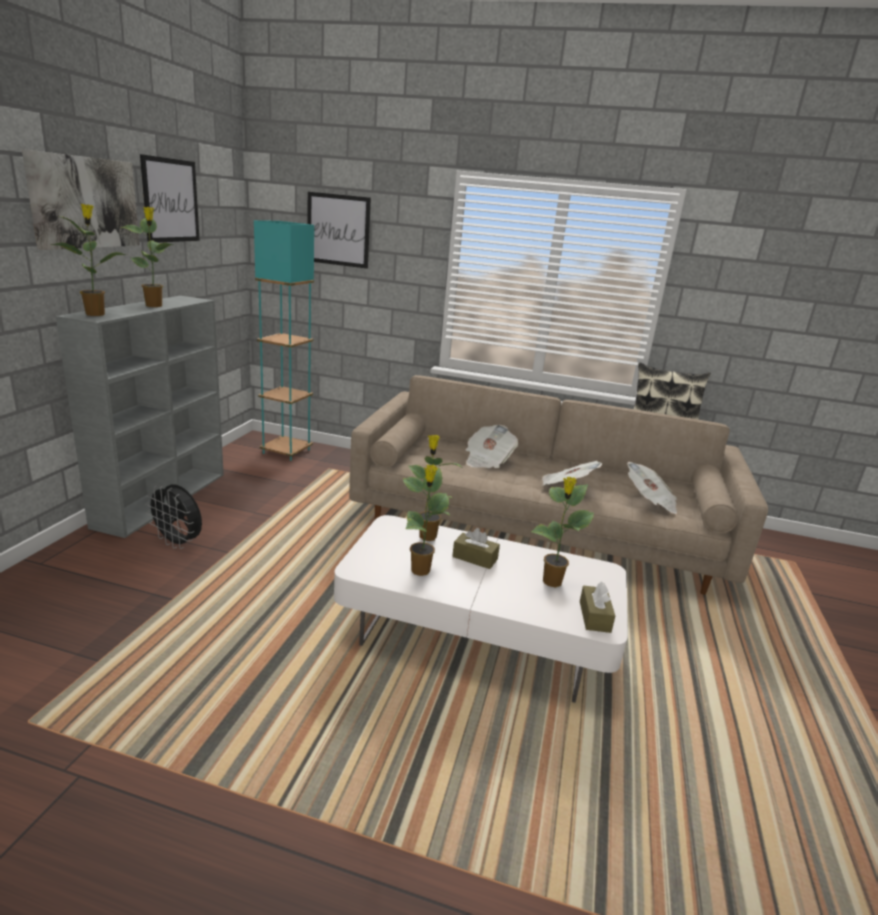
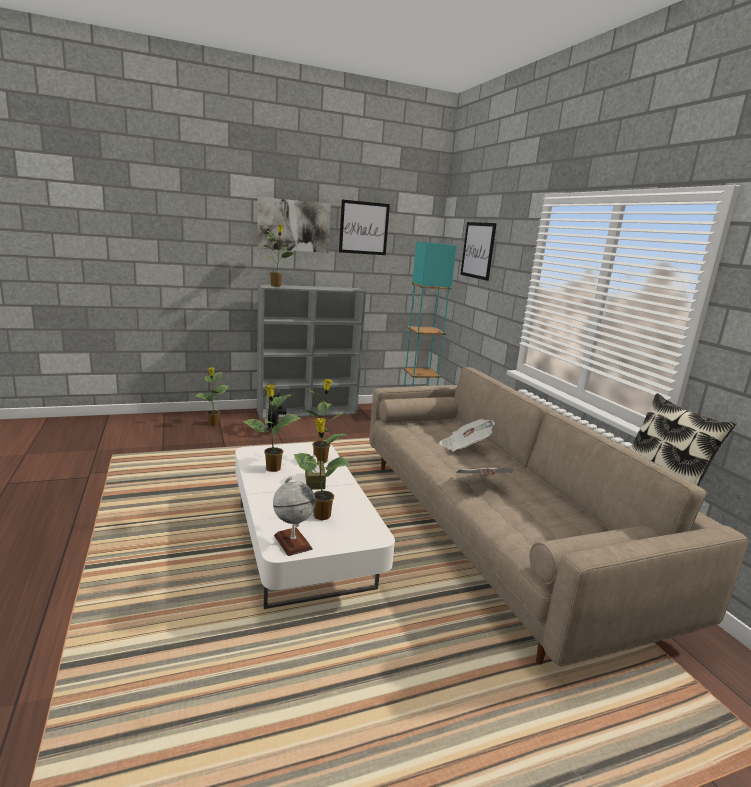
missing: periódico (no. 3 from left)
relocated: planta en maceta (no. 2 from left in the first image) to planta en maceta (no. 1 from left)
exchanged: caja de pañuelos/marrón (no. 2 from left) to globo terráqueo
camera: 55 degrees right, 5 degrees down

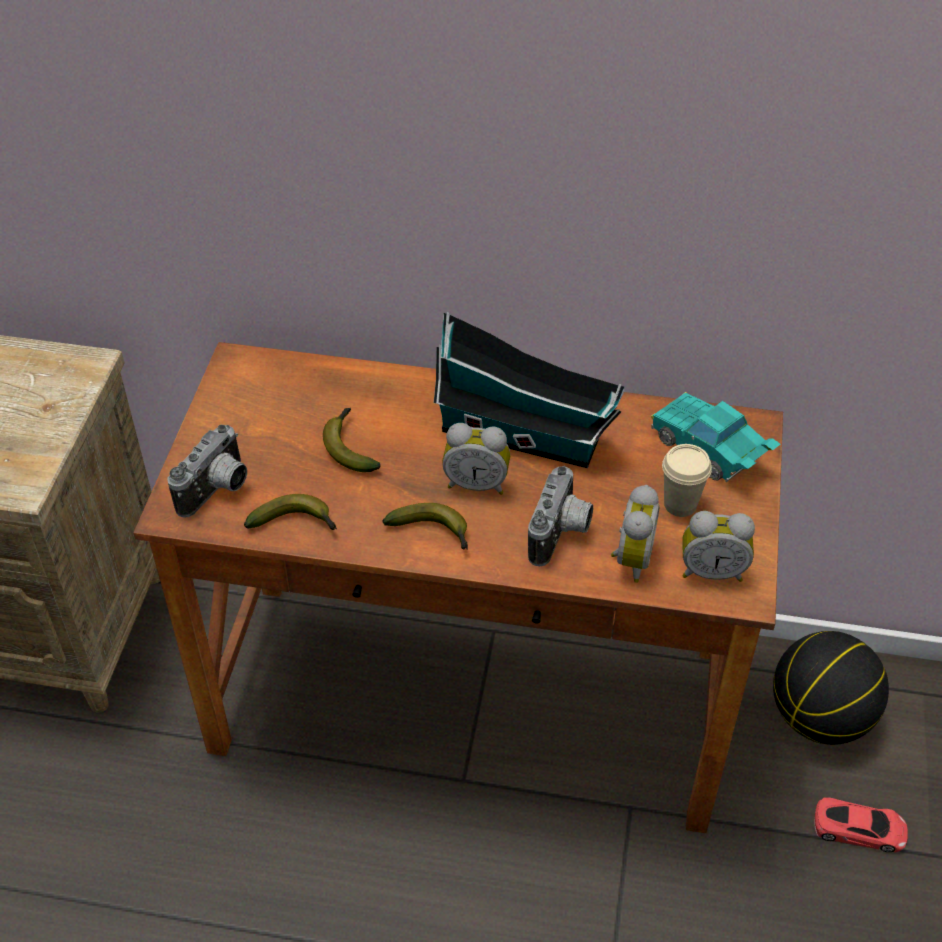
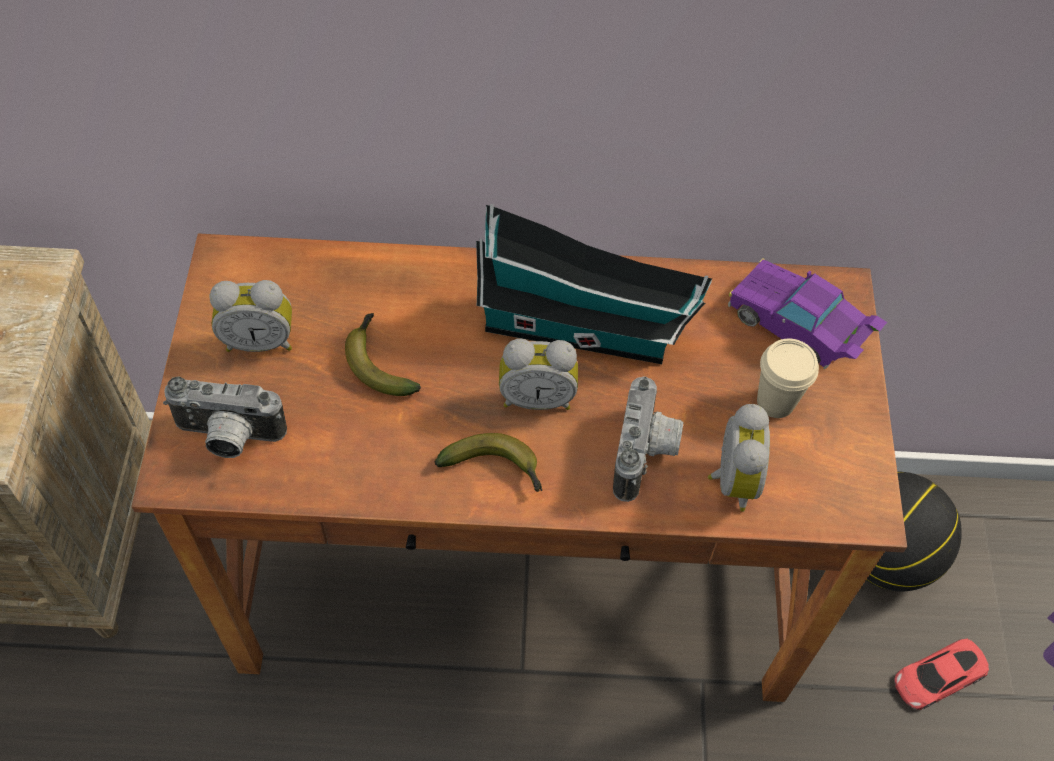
missing: plátano (no. 1 from left)
relocated: despertador (no. 3 from left in the first image) to despertador (no. 1 from left)
colour: coche de juguete/turquesa to coche de juguete/morado
spun: cámara (no. 1 from left) 75 degrees clockwise; coche de juguete/rojo 150 degrees clockwise
camera: 10 degrees left, 10 degrees up

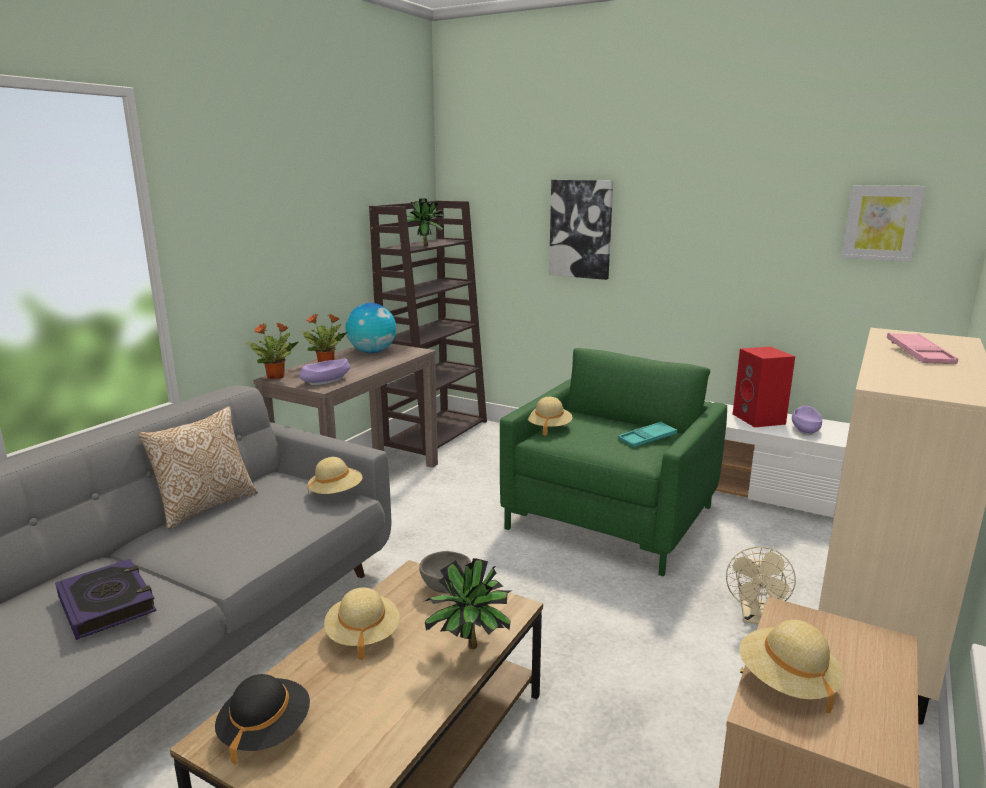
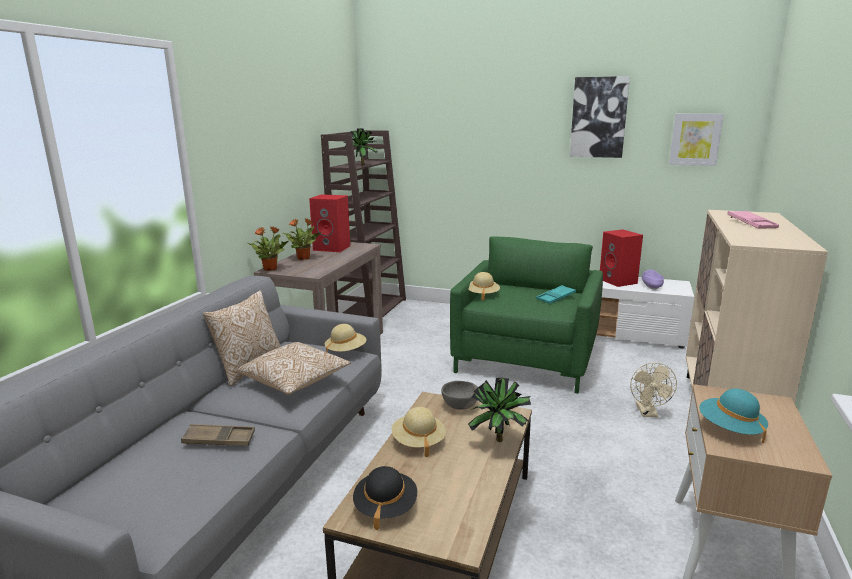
missing: cuenco/morado (no. 1 from left)
appeared: cojín (no. 2 from left)
relocated: cuadro (no. 1 from left)
exchanged: libro to bandeja/marrón; globo terráqueo to altavoz/rojo (no. 1 from left)
colour: sombrero/beis (no. 4 from left) to sombrero/turquesa
camera: 10 degrees left, 0 degrees up

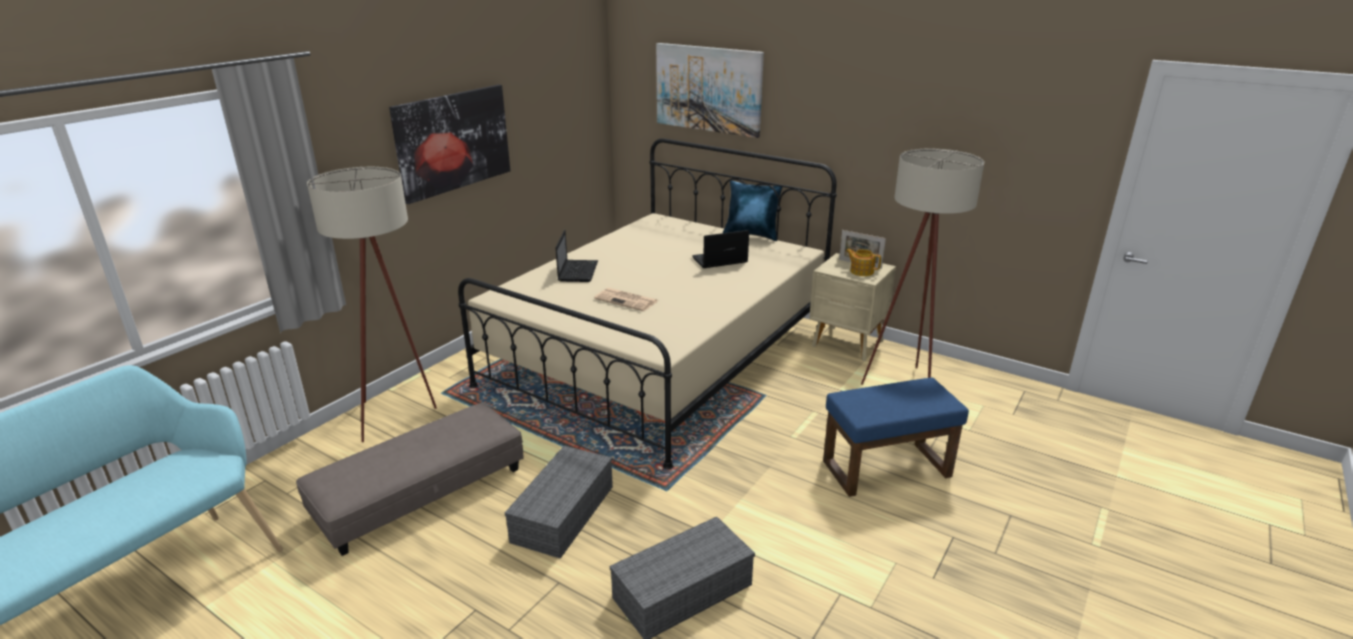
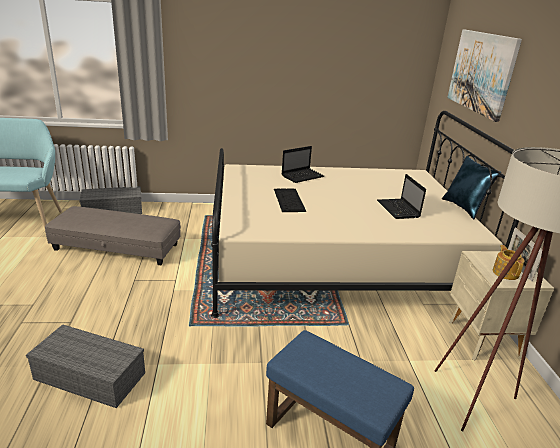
missing: lámpara de pie/beis (no. 1 from left); cuadro (no. 1 from left)
relocated: caja de almacenaje/gris (no. 1 from left in the first image) to caja de almacenaje/gris (no. 2 from left)
exchanged: periódico to teclado
spun: portátil (no. 2 from left) 135 degrees counterclockwise
camera: 50 degrees right, 0 degrees up

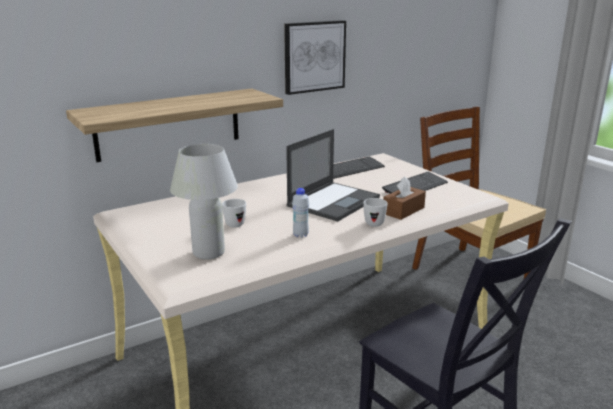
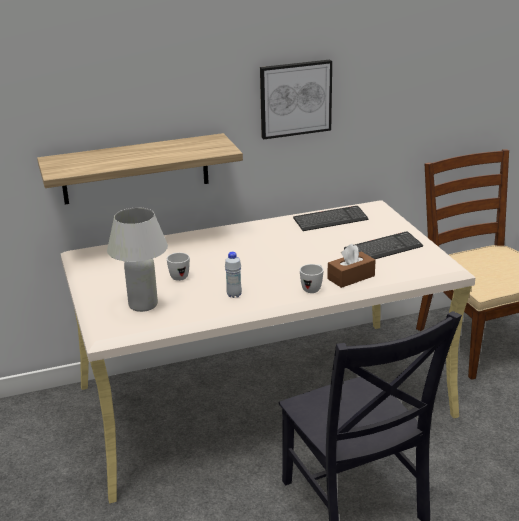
missing: portátil
camera: 15 degrees right, 5 degrees up

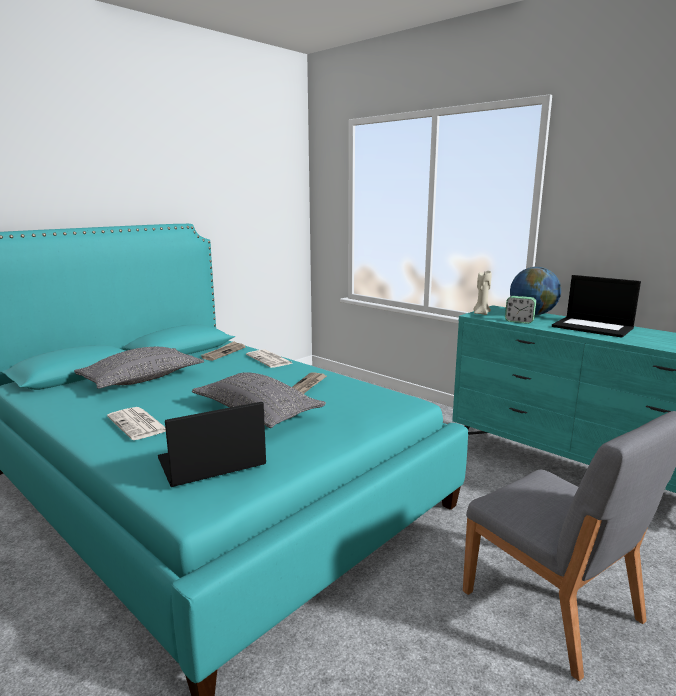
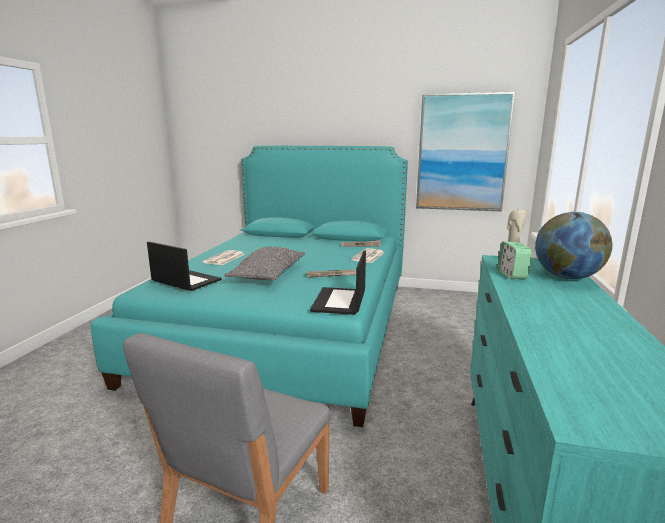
missing: cojín/gris (no. 1 from left)
appeared: cuadro
relocated: portátil (no. 2 from left)
camera: 60 degrees right, 0 degrees up

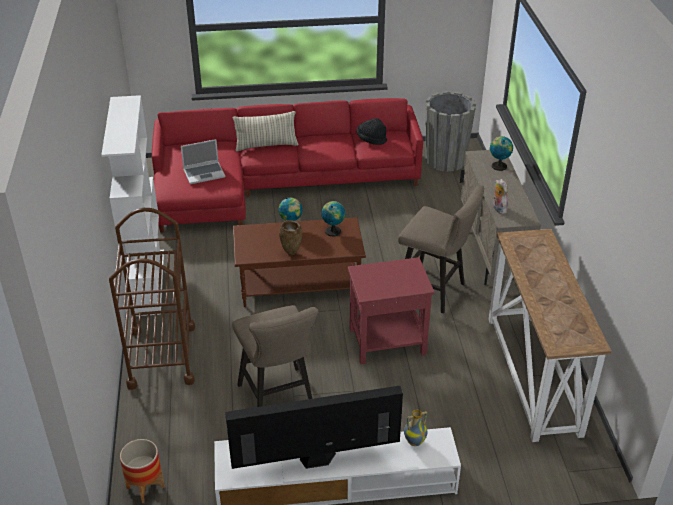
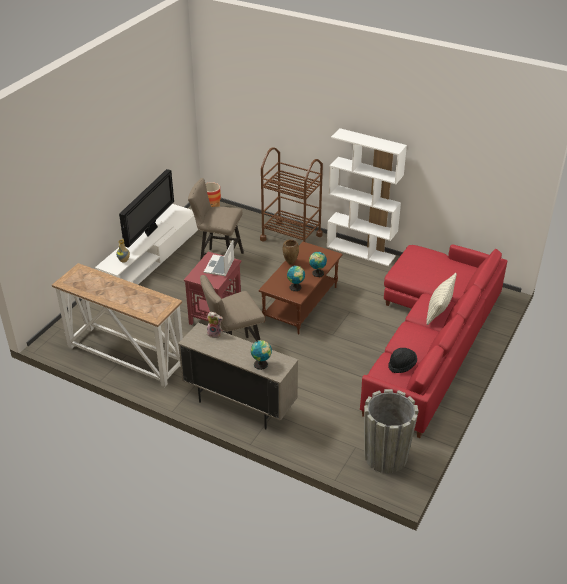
relocated: portátil
camera: 125 degrees right, 0 degrees up

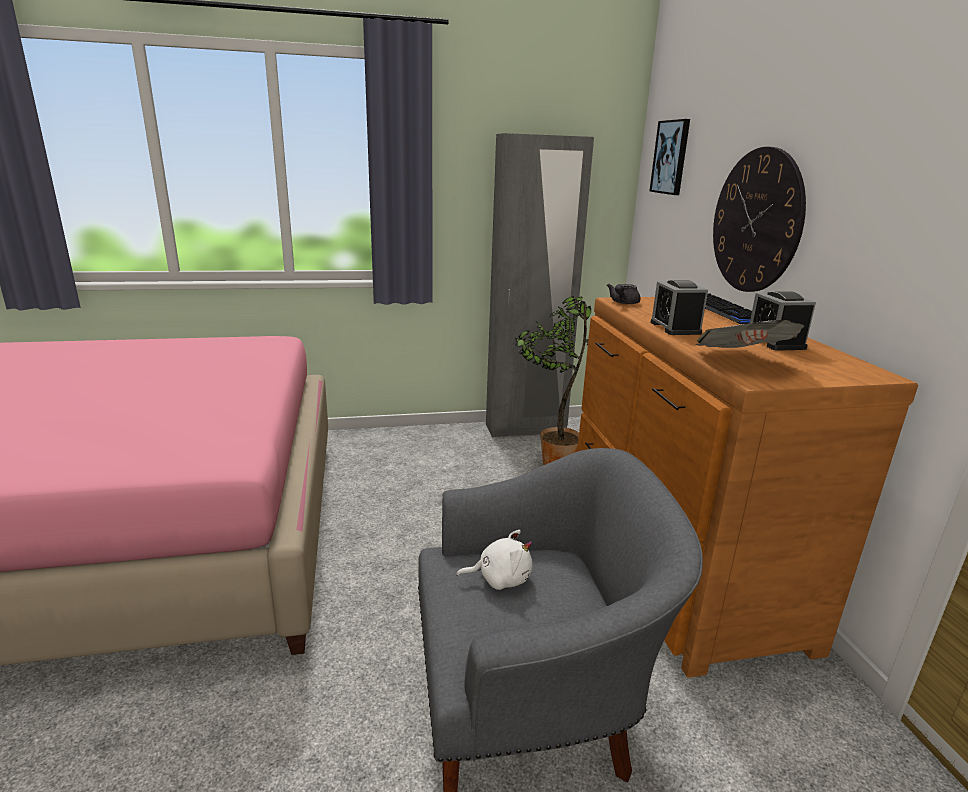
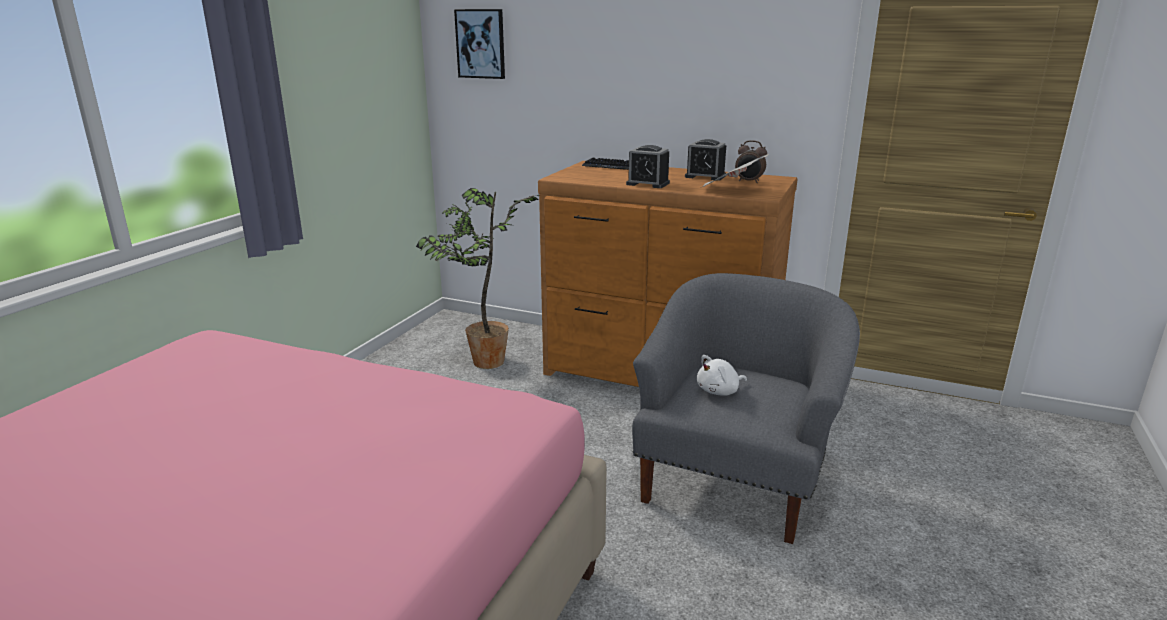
missing: armario ropero/gris; tetera/gris; reloj de pared
appeared: despertador (no. 3 from left)
spun: peluche/blanco 150 degrees counterclockwise
camera: 55 degrees left, 0 degrees up

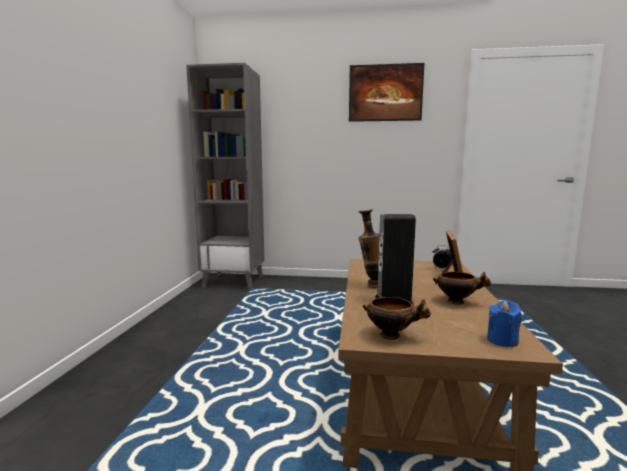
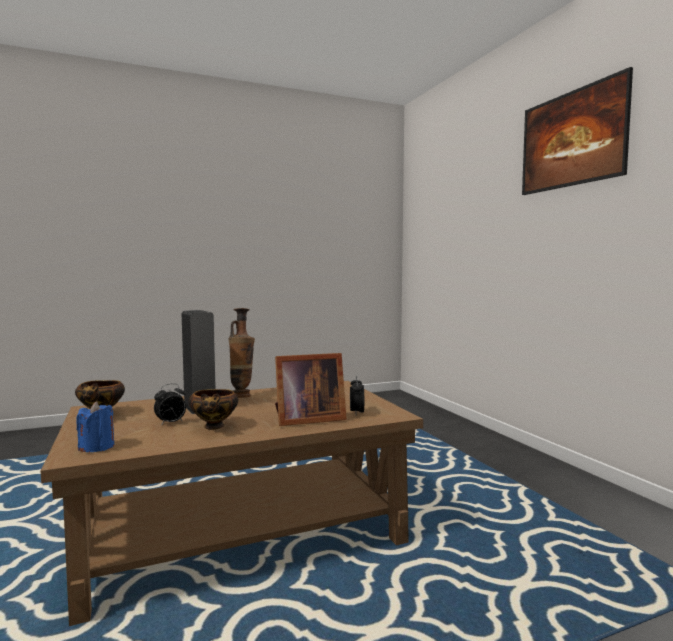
missing: estantería/gris
appeared: despertador (no. 1 from left)
camera: 60 degrees right, 5 degrees down

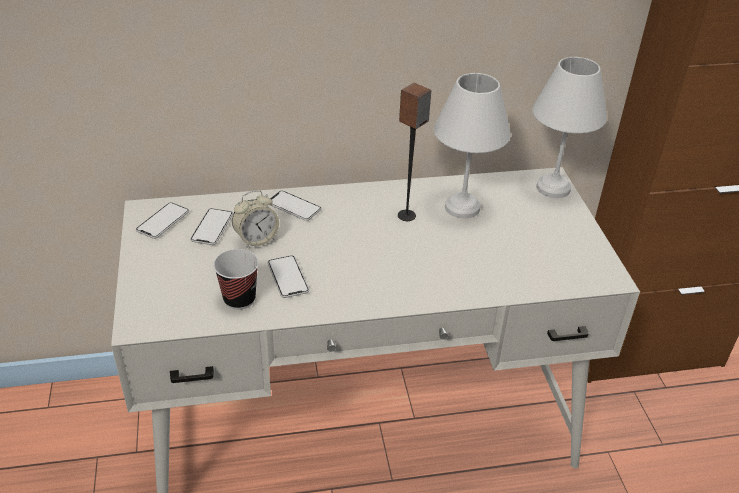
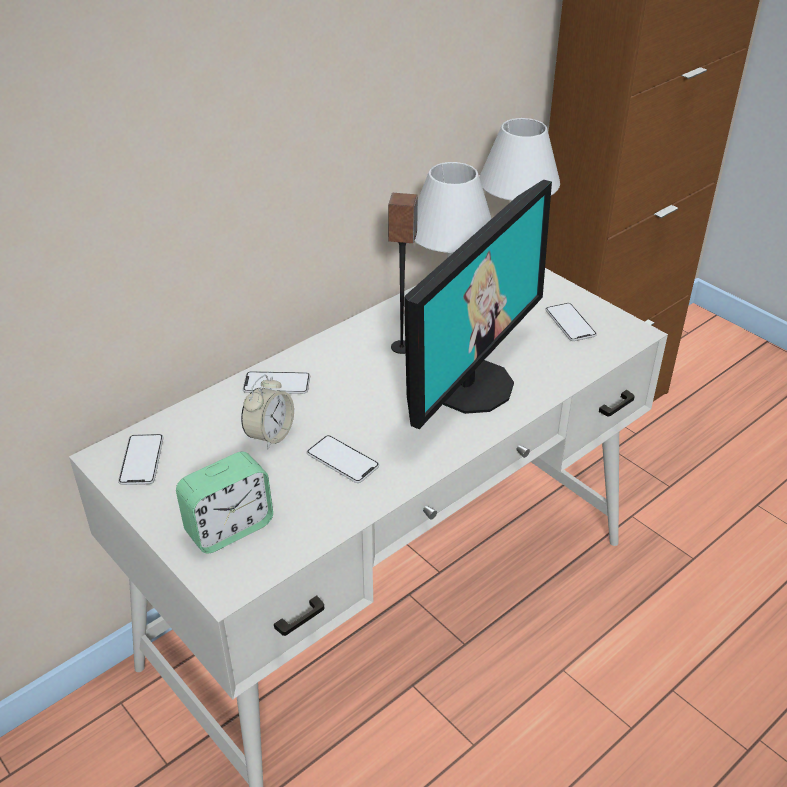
missing: taza
appeared: despertador (no. 1 from left); monitor
relocated: móvil (no. 2 from left in the first image) to móvil (no. 4 from left)
camera: 30 degrees left, 0 degrees up

